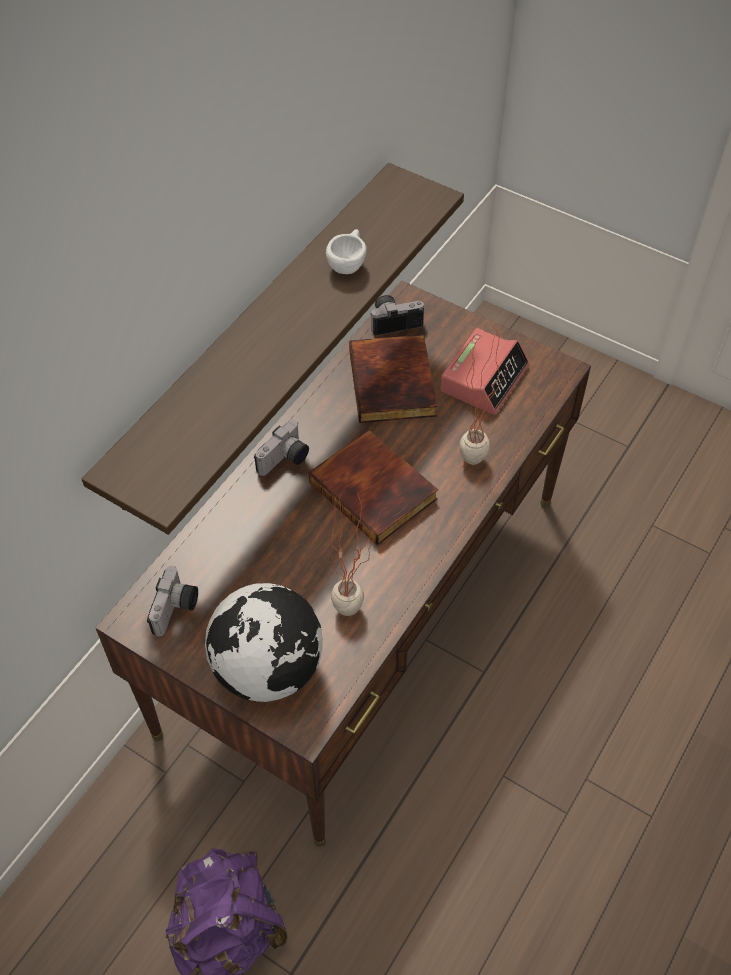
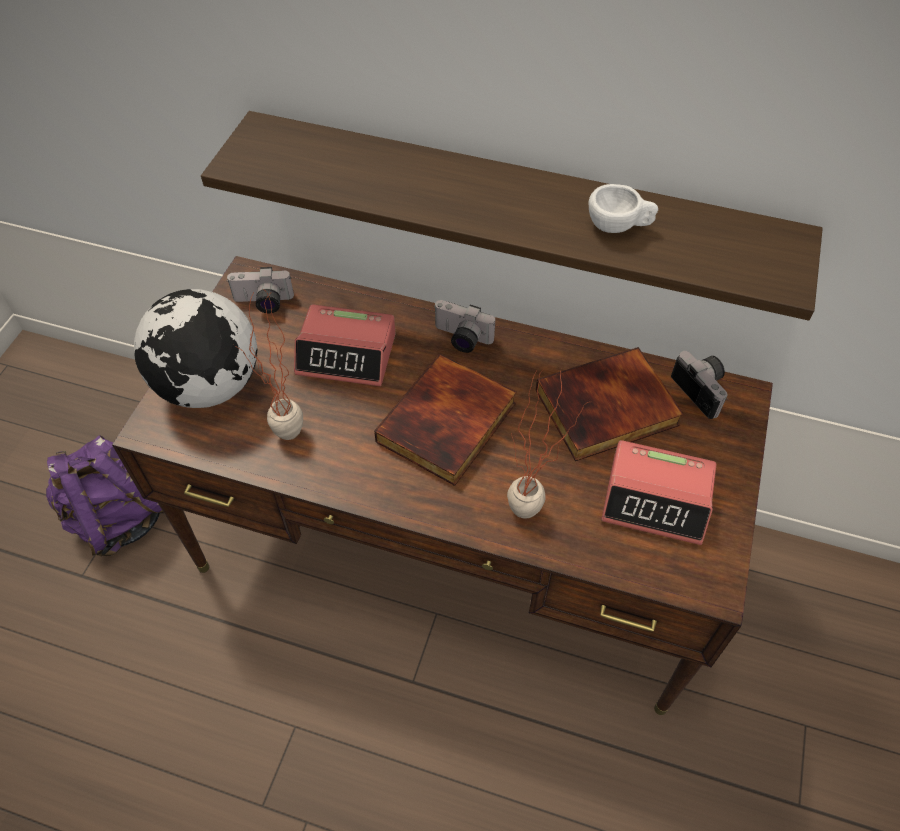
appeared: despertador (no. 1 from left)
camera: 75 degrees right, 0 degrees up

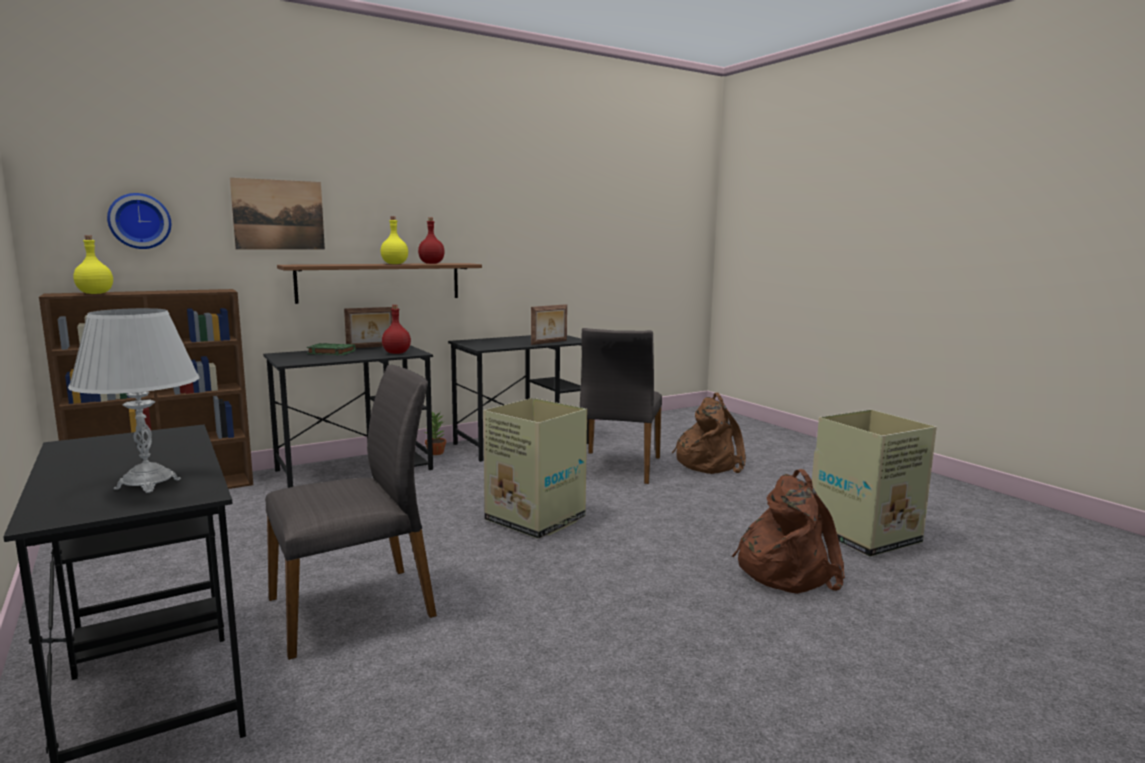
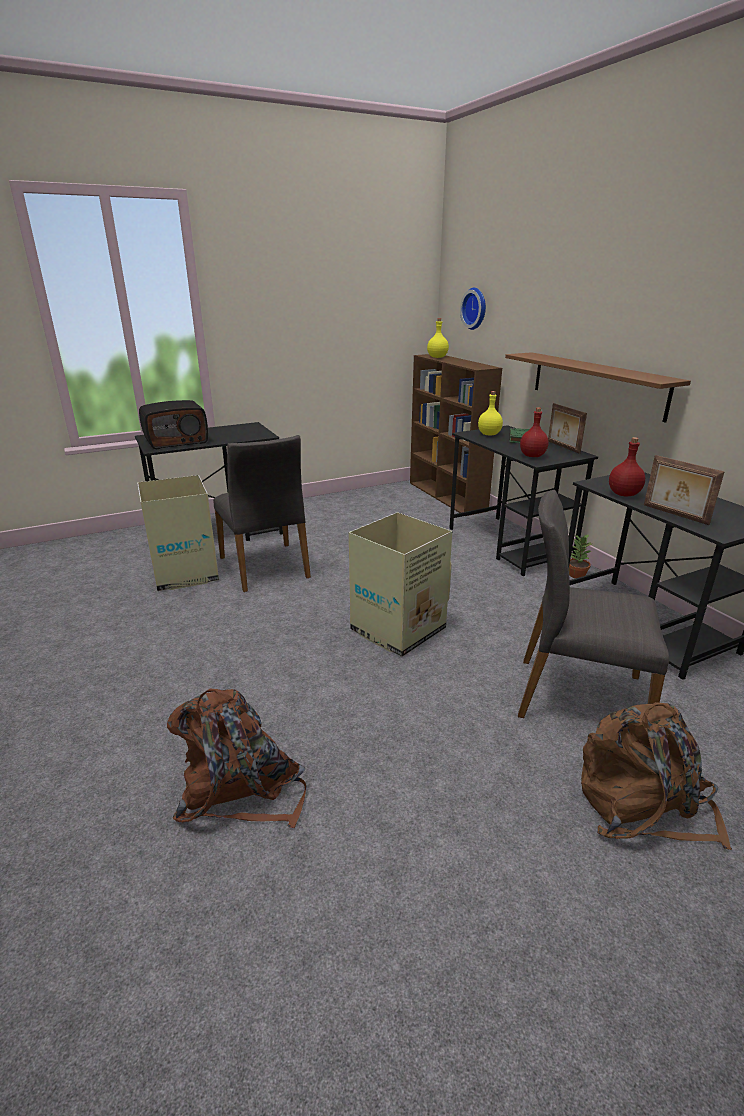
missing: cuadro
relocated: caja de cartón (no. 2 from left in the first image) to caja de cartón (no. 1 from left); botella/amarillo (no. 2 from left); botella/rojo (no. 2 from left)
exchanged: lámpara de mesa/blanco to radio
camera: 95 degrees right, 15 degrees up

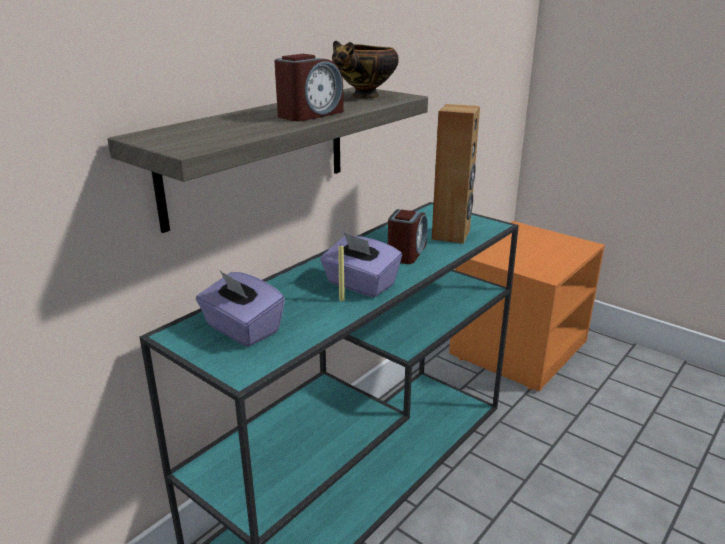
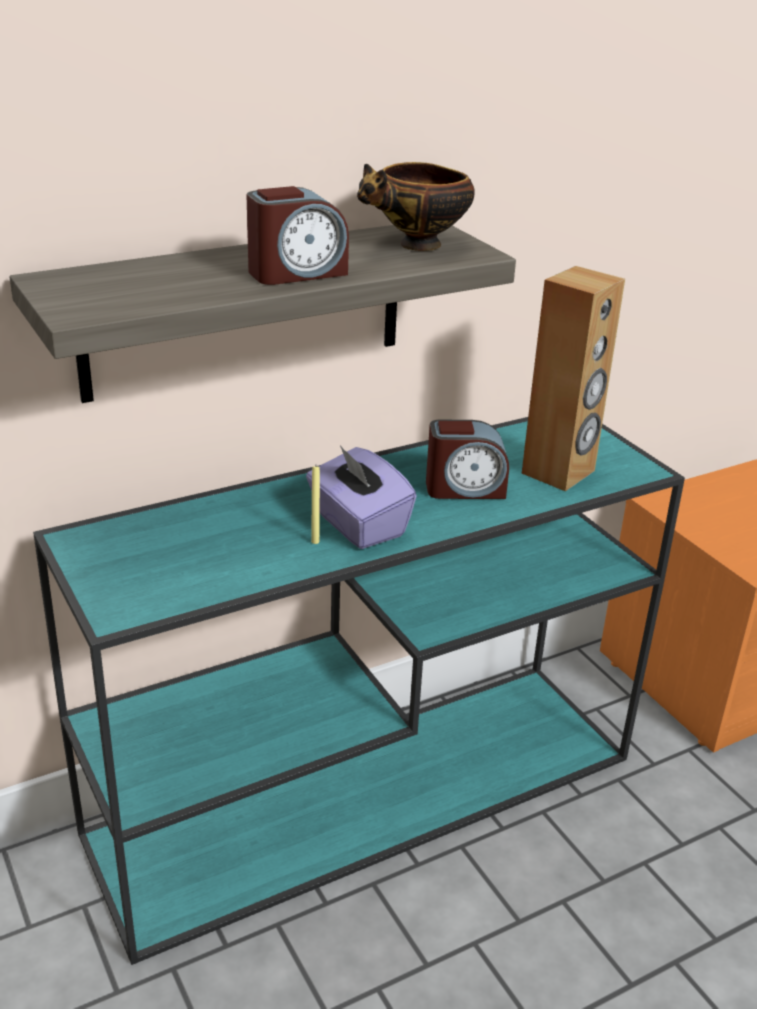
missing: caja de pañuelos/morado (no. 1 from left)
spun: despertador (no. 2 from left) 45 degrees clockwise
camera: 20 degrees right, 5 degrees up

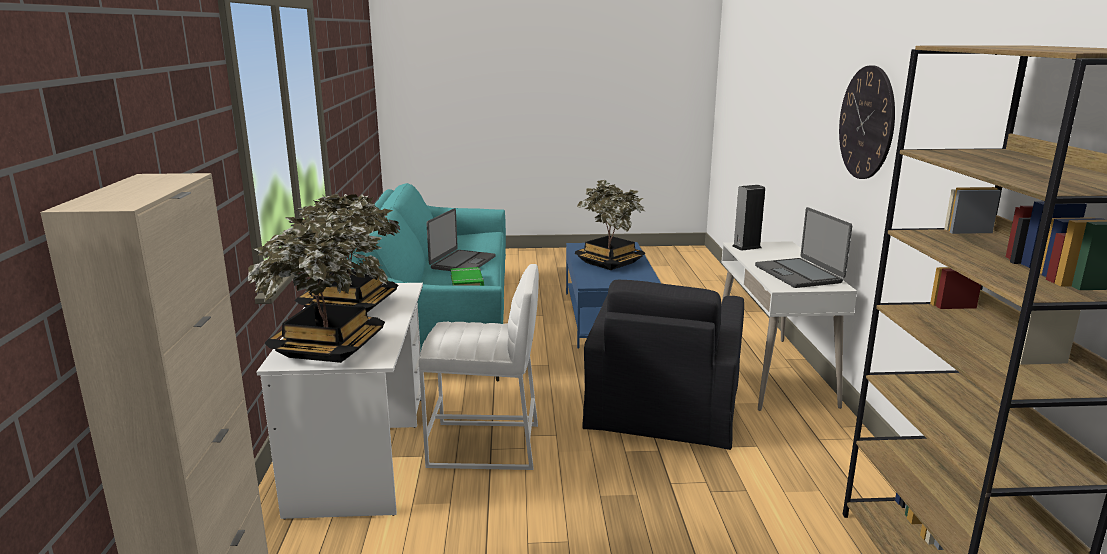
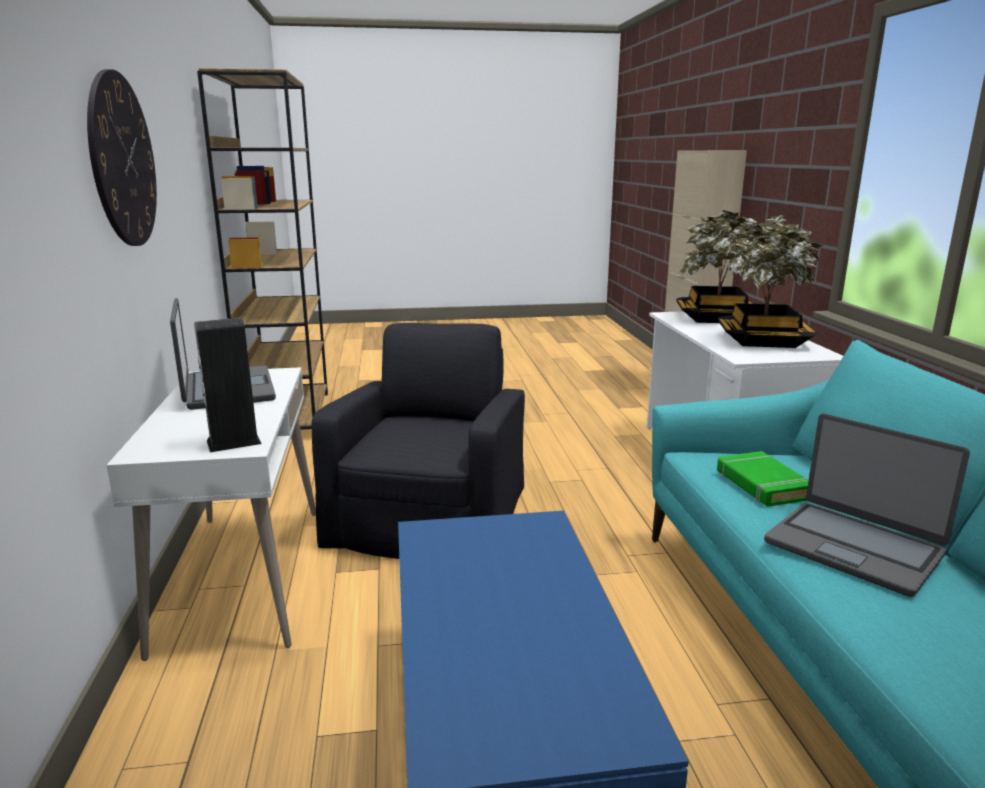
missing: taburete/blanco; planta en maceta (no. 3 from left)
spun: portátil (no. 1 from left in the first image) 60 degrees counterclockwise
camera: 175 degrees right, 0 degrees up

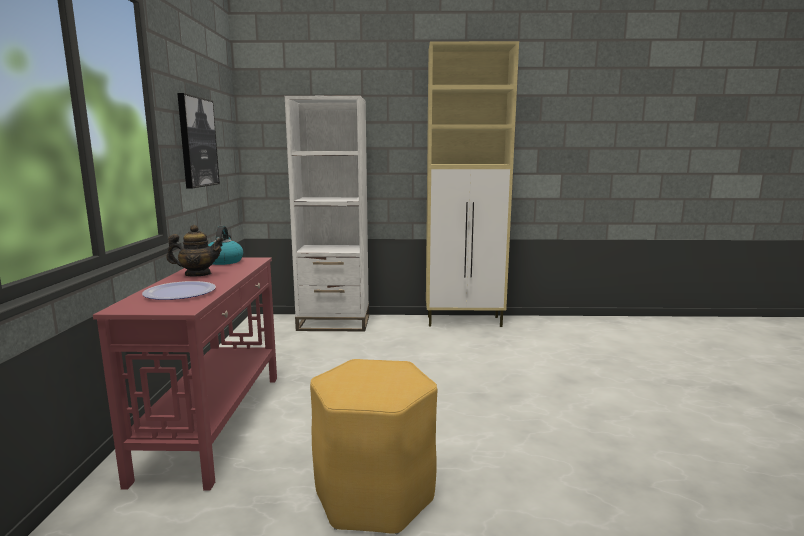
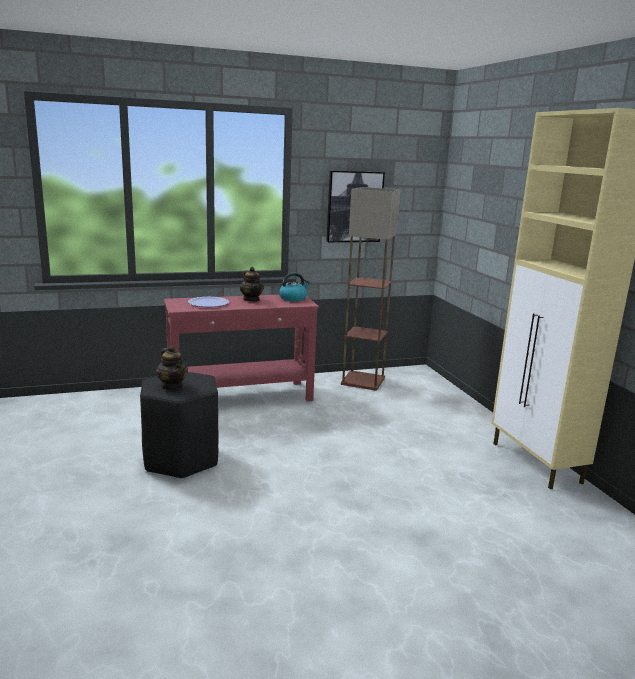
missing: estantería/blanco
appeared: tetera (no. 1 from left); lámpara de pie
colour: taburete/amarillo to taburete/negro
camera: 70 degrees right, 5 degrees up

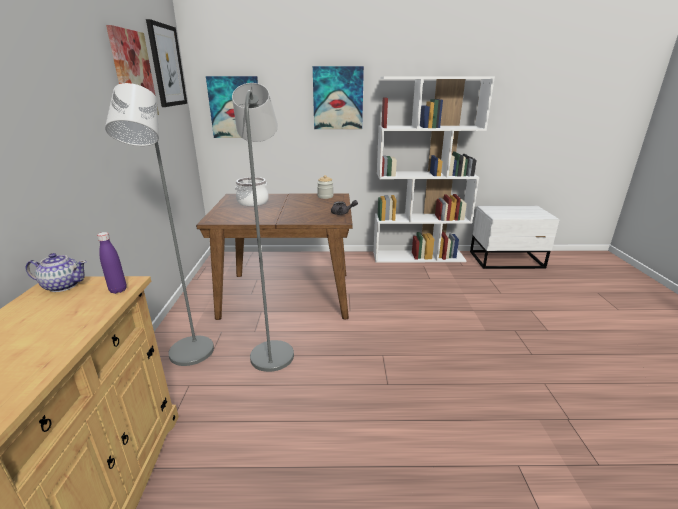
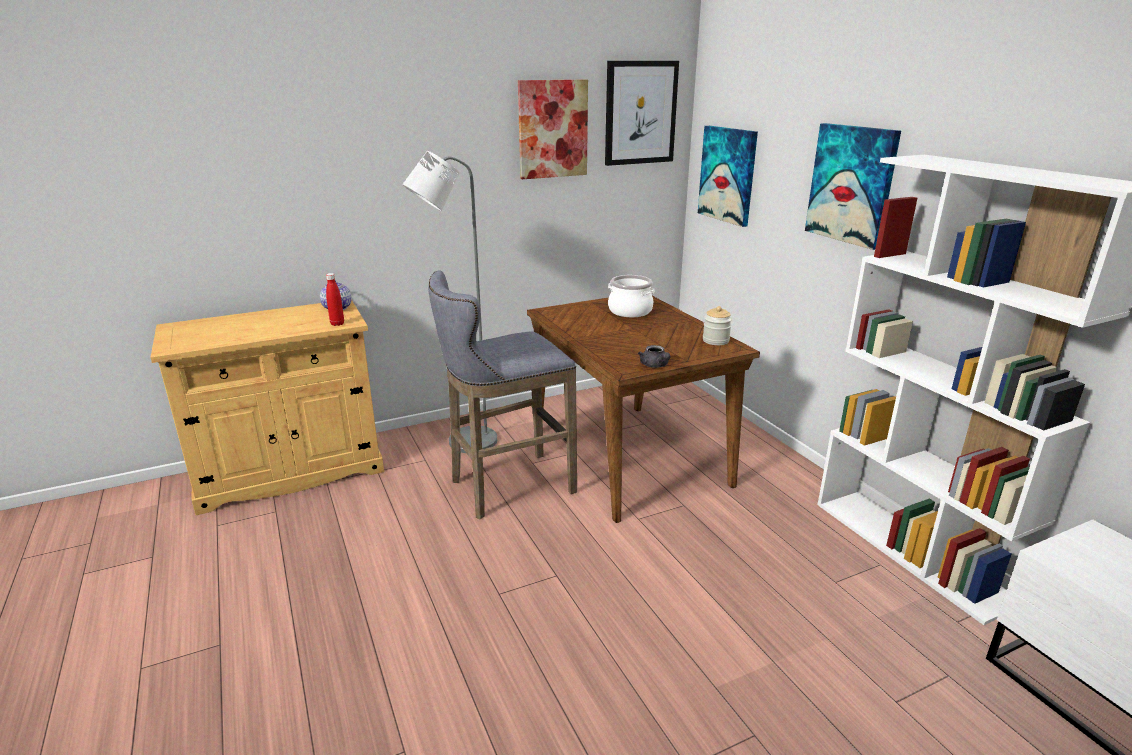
exchanged: lámpara de pie/gris (no. 2 from left) to taburete/gris
colour: botella/morado to botella/rojo
camera: 65 degrees right, 0 degrees up

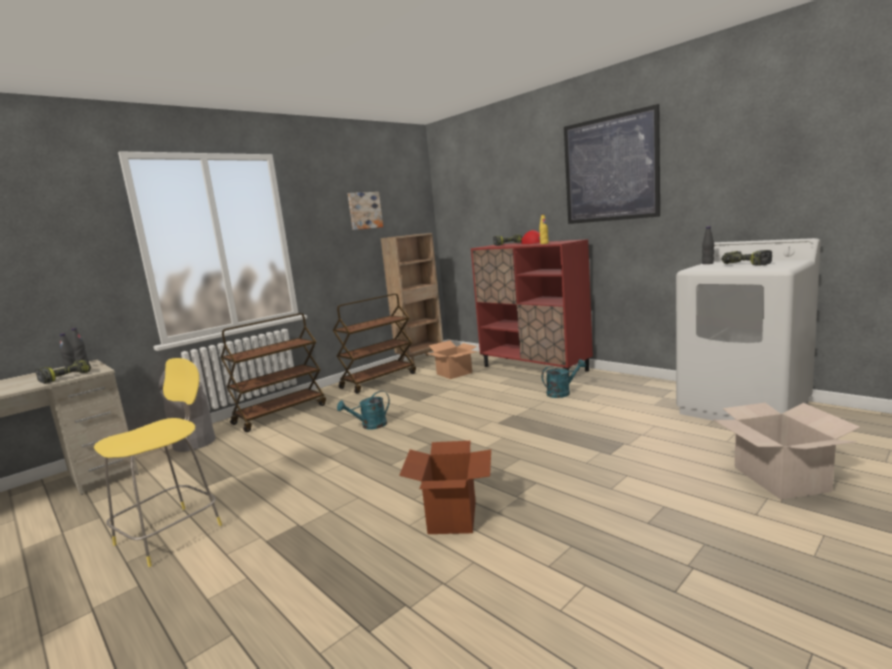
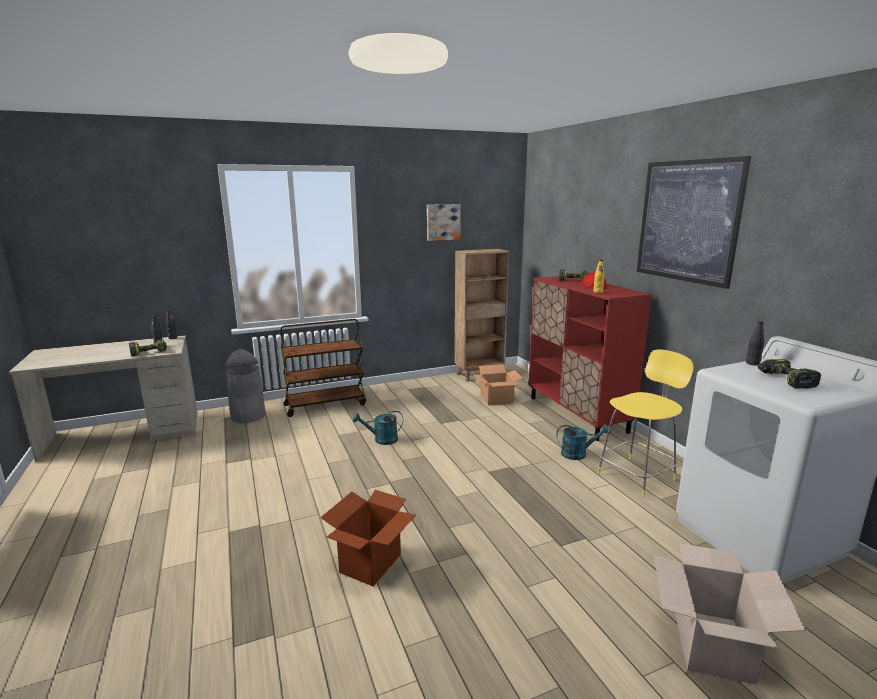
missing: carrito/marrón (no. 2 from left)
relocated: taburete/amarillo
camera: 20 degrees right, 5 degrees up

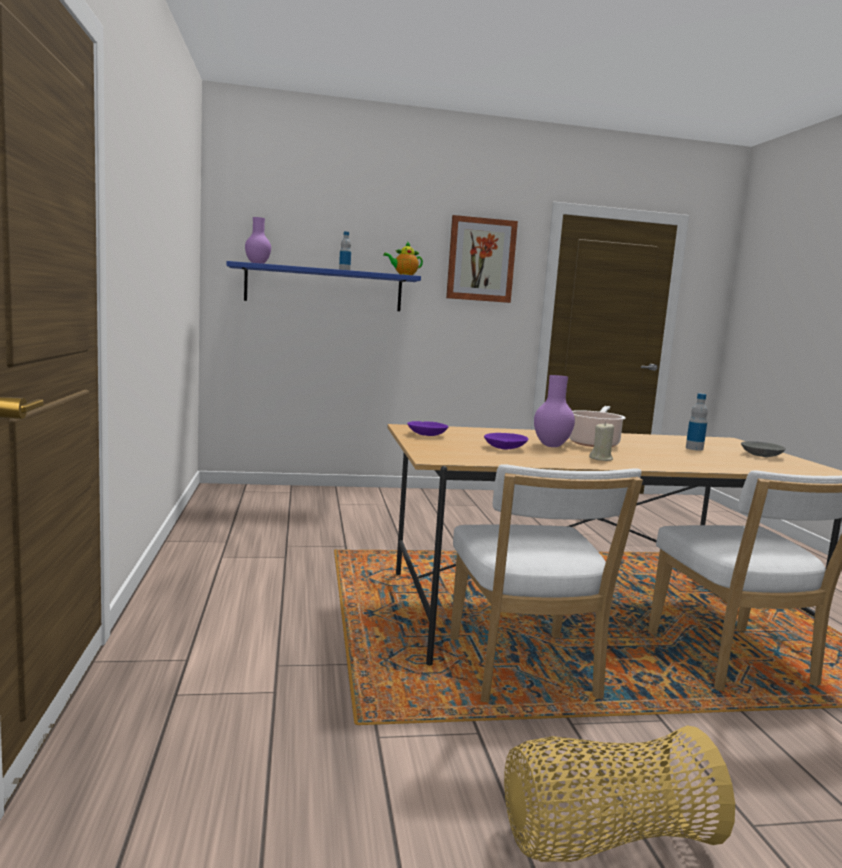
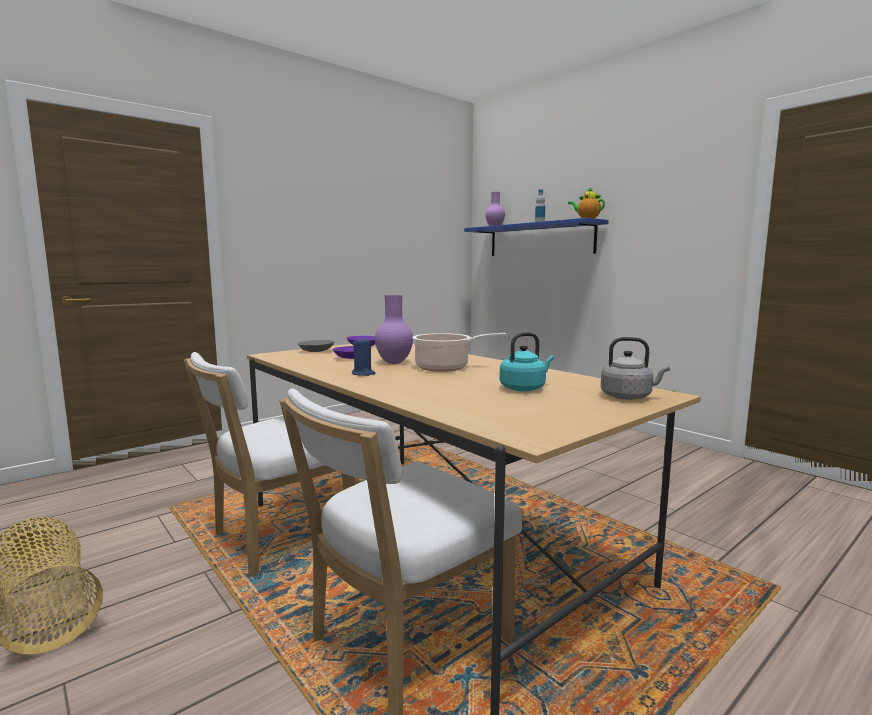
missing: cuadro
appeared: hervidor/gris
relocated: cuenco/gris
exchanged: botella (no. 2 from left) to hervidor/turquesa
colour: vela/beis to vela/azul
camera: 60 degrees right, 0 degrees up

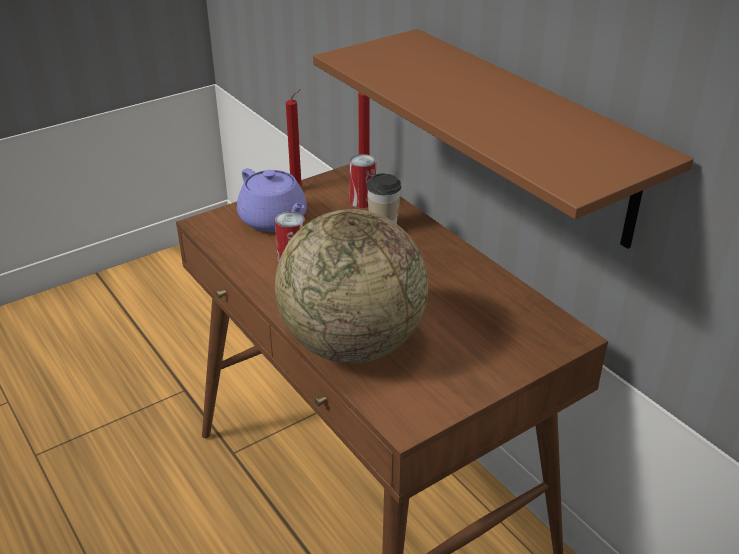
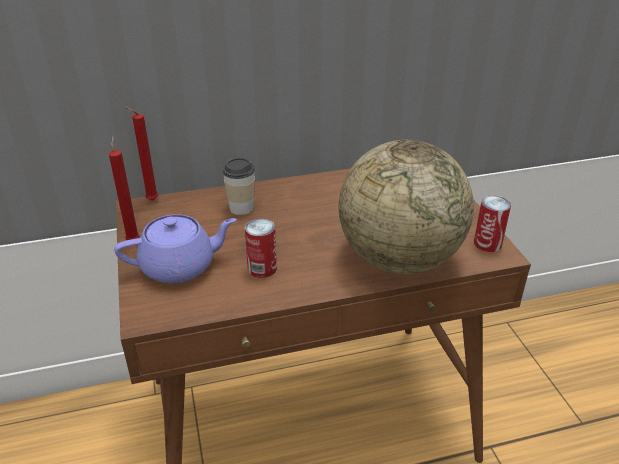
missing: estante/marrón
relocated: lata (no. 2 from left)
camera: 70 degrees left, 0 degrees up

